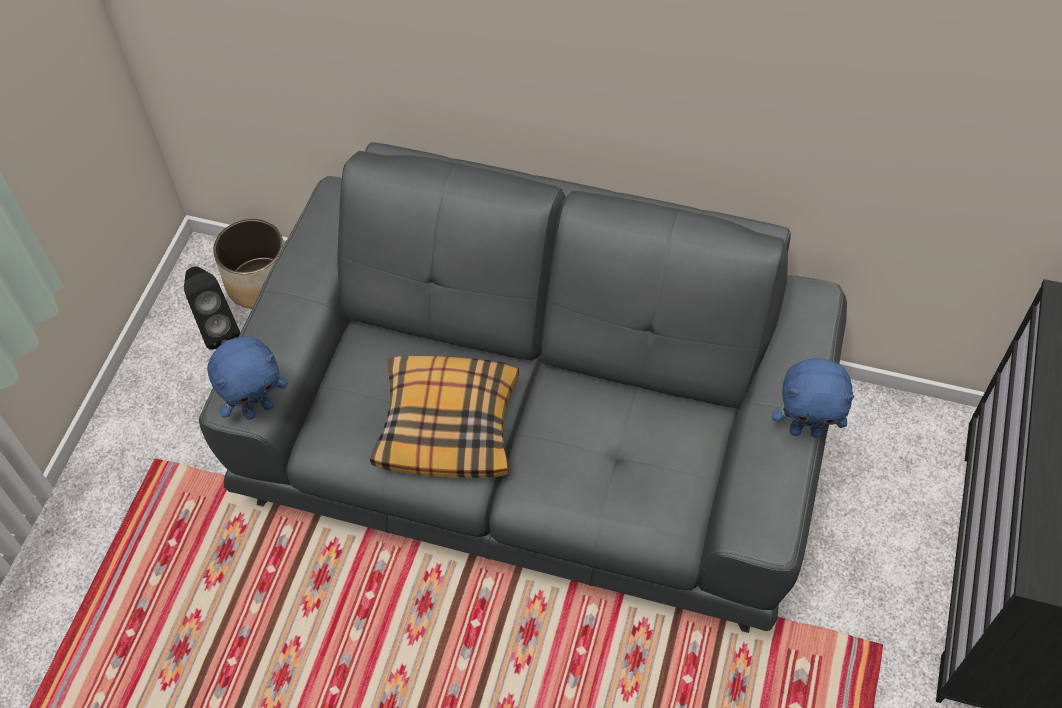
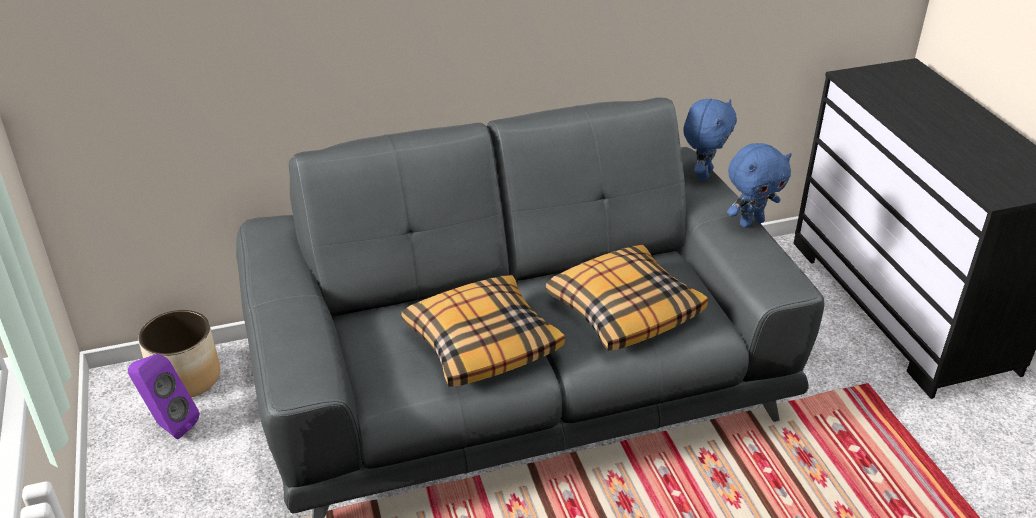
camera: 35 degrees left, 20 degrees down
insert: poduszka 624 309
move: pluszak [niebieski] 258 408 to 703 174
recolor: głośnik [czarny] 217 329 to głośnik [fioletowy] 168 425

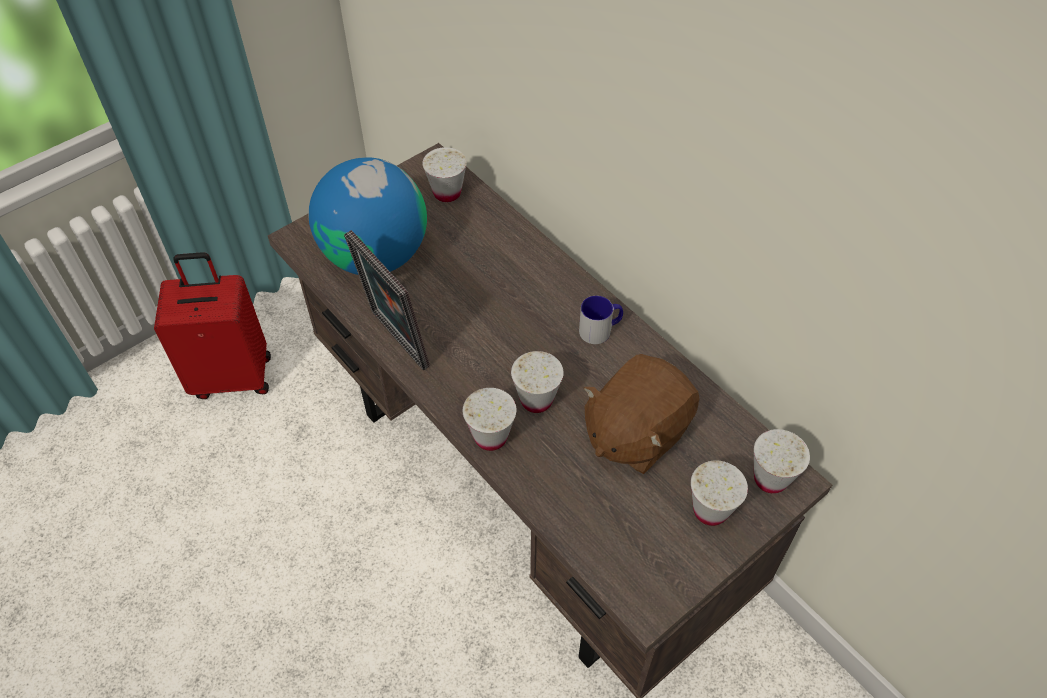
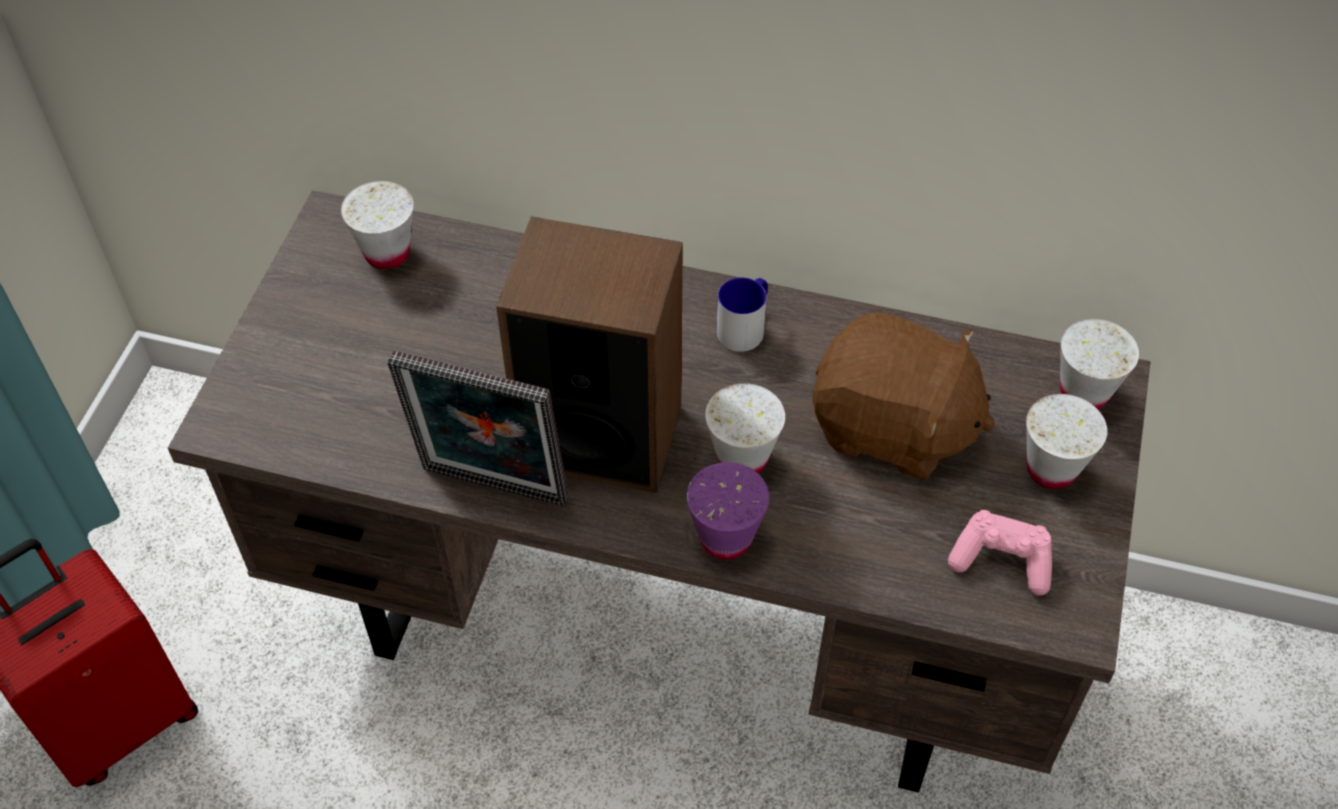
camera: 35 degrees left, 0 degrees up
delete: globus 375 255
insert: głośnik 600 434; pad do gier [różowy] 1001 560
recolor: filiżanka [biały] 490 437 to filiżanka [fioletowy] 725 538
rotate: pluszak [brązowy] 635 432 = 892 428 75 degrees counterclockwise

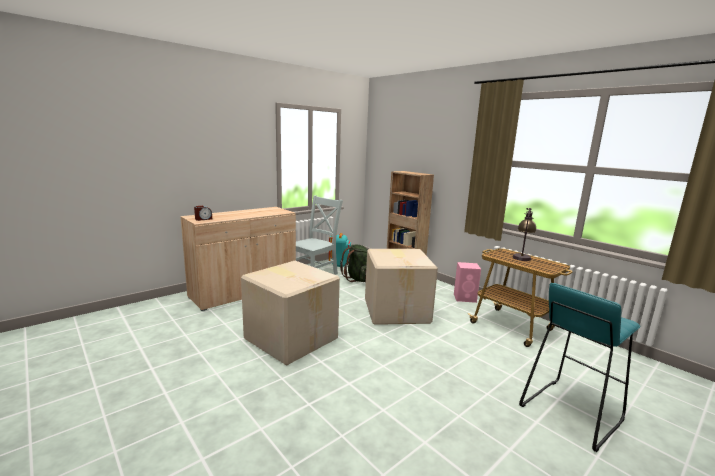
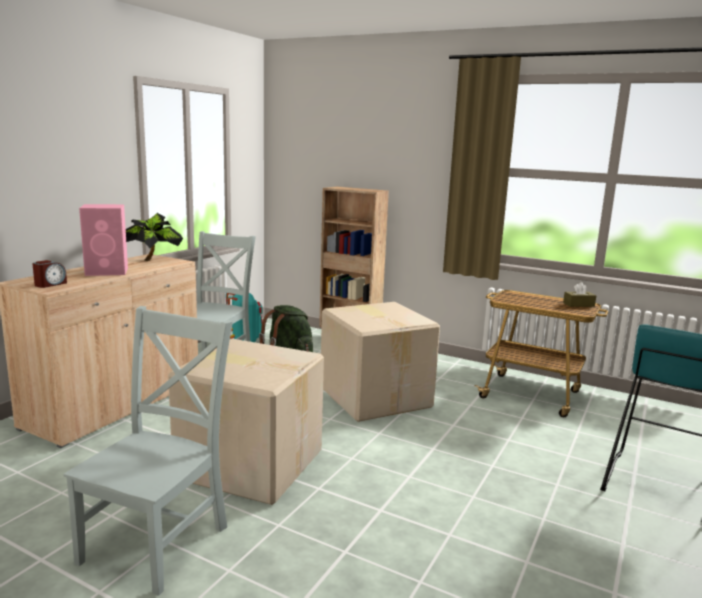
camera: 20 degrees left, 0 degrees up
delete: lampa stołowa 522 256
insert: roślina doniczkowa 154 259; pudełko chusteczek [brązowy] 578 304; krzesło [szary] 159 541
move: głośnik [różowy] 465 298 to 108 271

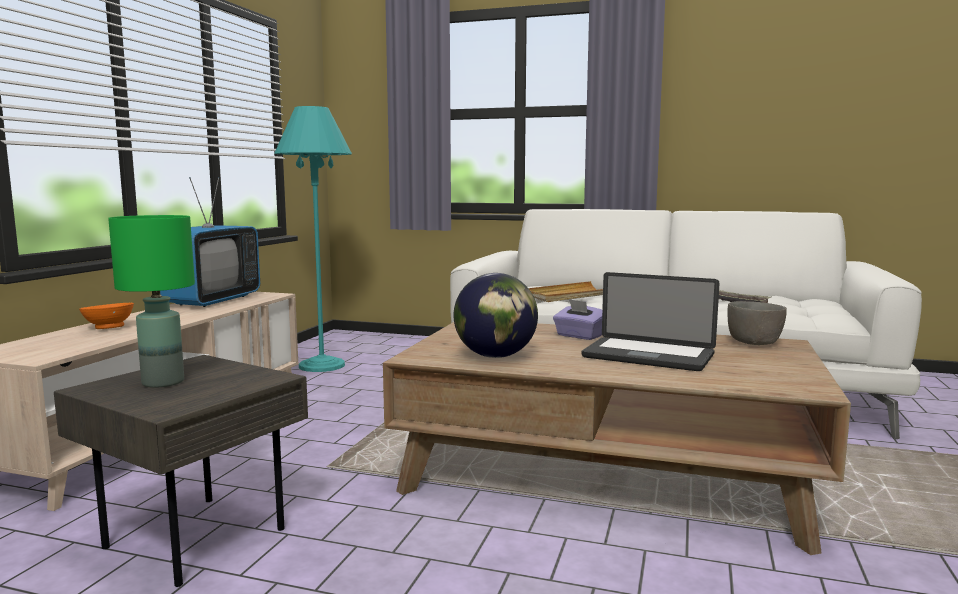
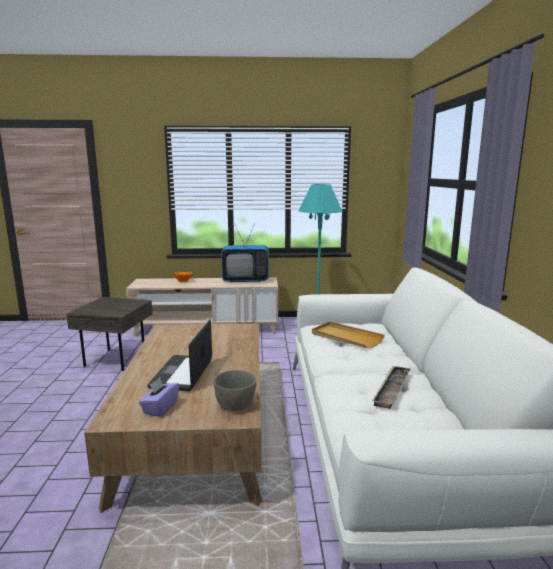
camera: 70 degrees right, 5 degrees up
delete: lampa stołowa [zielony] 163 382; globus 495 356
move: pudełko chusteczek [fioletowy] 579 336 to 160 408

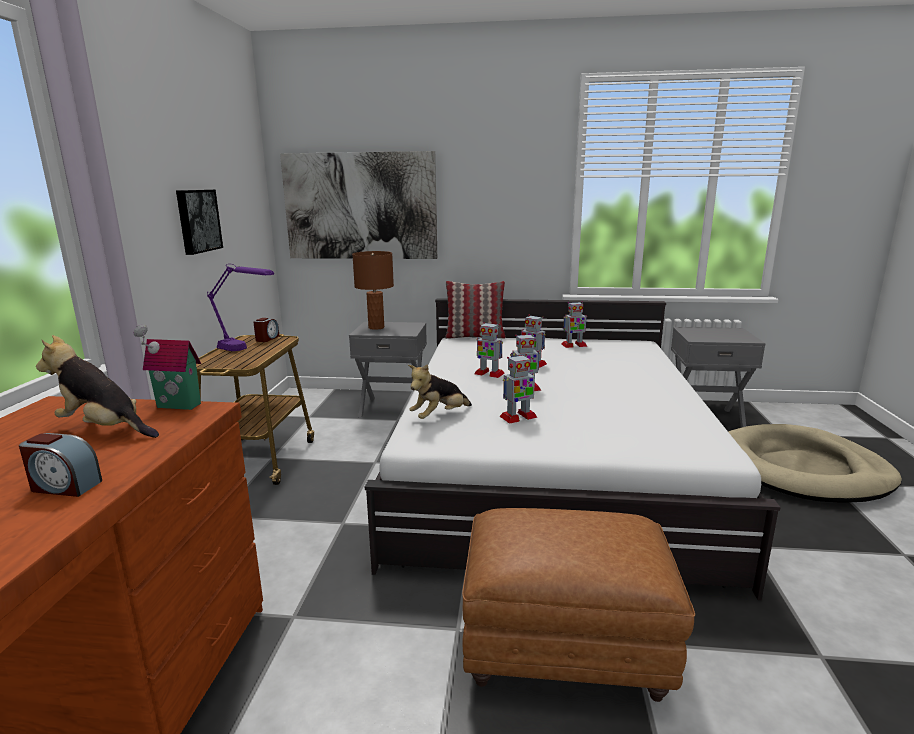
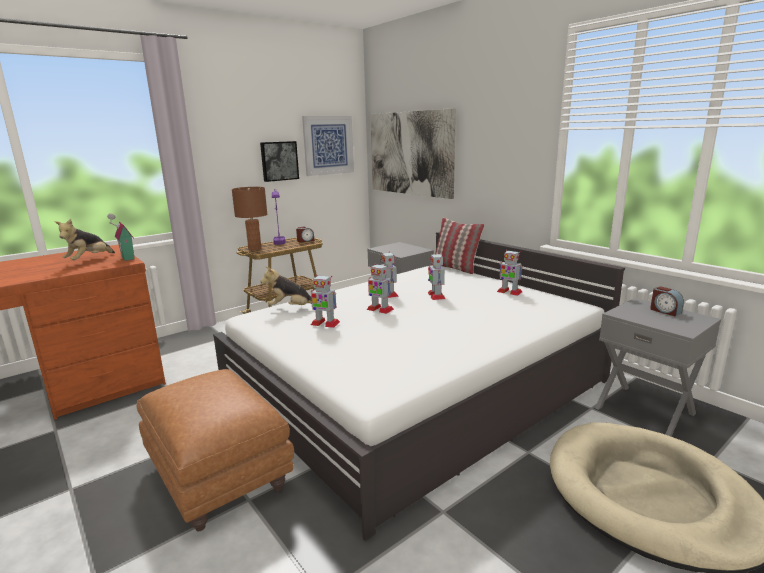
camera: 45 degrees right, 0 degrees up
insert: obraz 328 145
move: lampa stołowa [brązowy] 376 327 to 255 248; budzik 65 486 to 665 311
rotate: pluszak 104 429 = 89 260 135 degrees counterclockwise

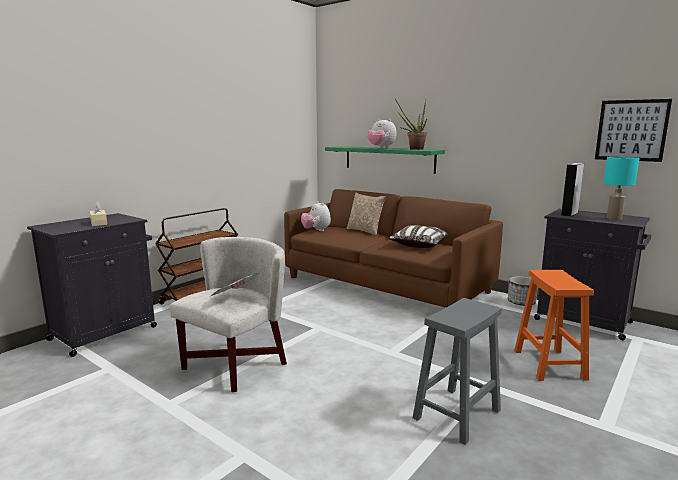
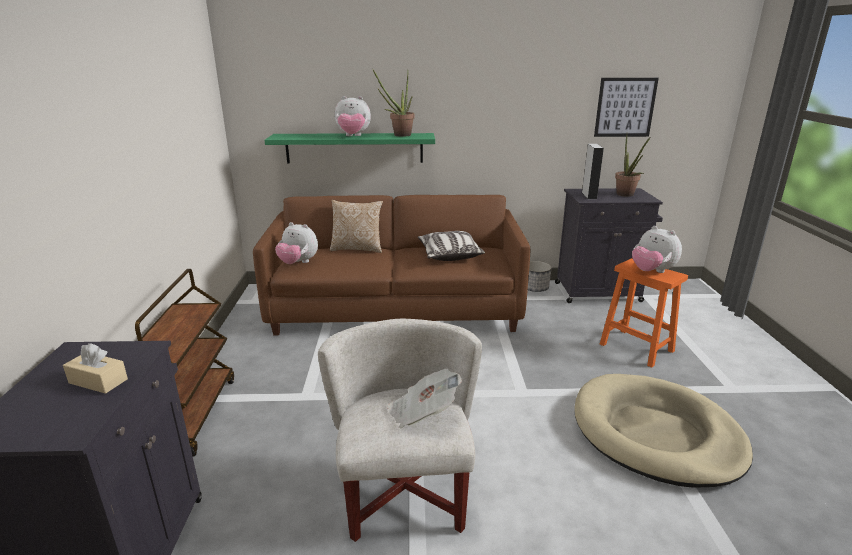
camera: 40 degrees left, 10 degrees up
insert: pluszak 652 271
replace: lampa stołowa [turkusowy] 613 218 to roślina doniczkowa 626 195; stołek [szary] 456 415 to legowisko [beżowy] 656 433

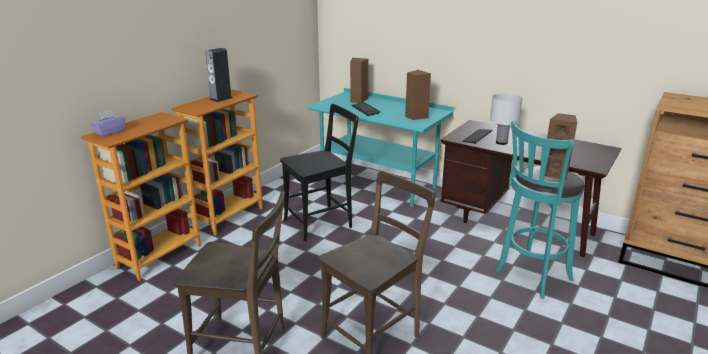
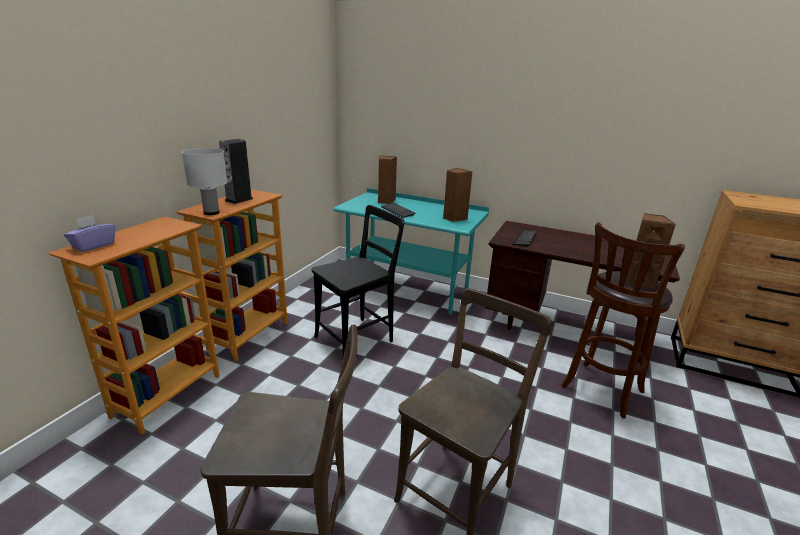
camera: 10 degrees left, 0 degrees up
move: lampa stołowa [biały] 501 142 to 211 212
recolor: stołek [turkusowy] 531 277 to stołek [brązowy] 600 391

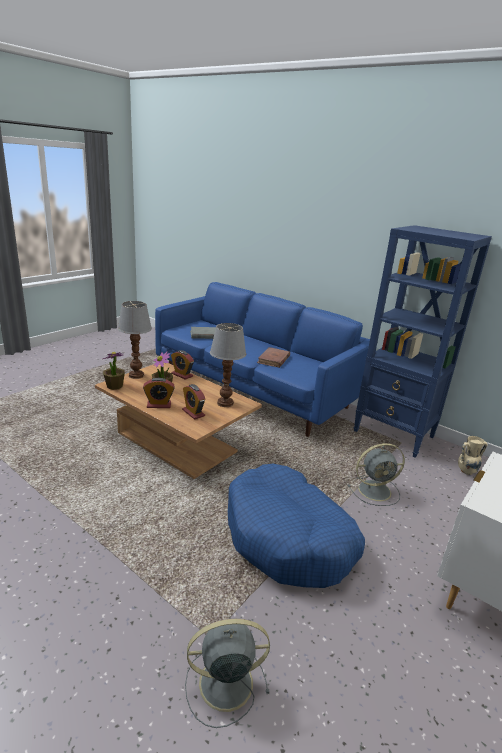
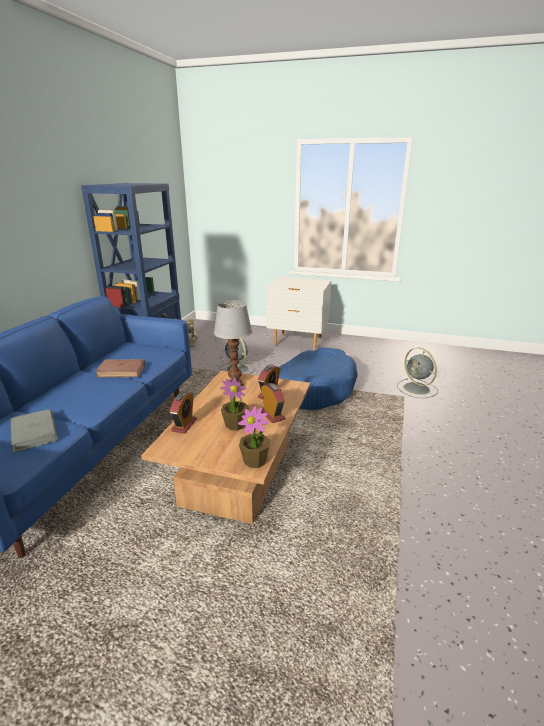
camera: 110 degrees left, 0 degrees up
delete: lampa stołowa 136 375

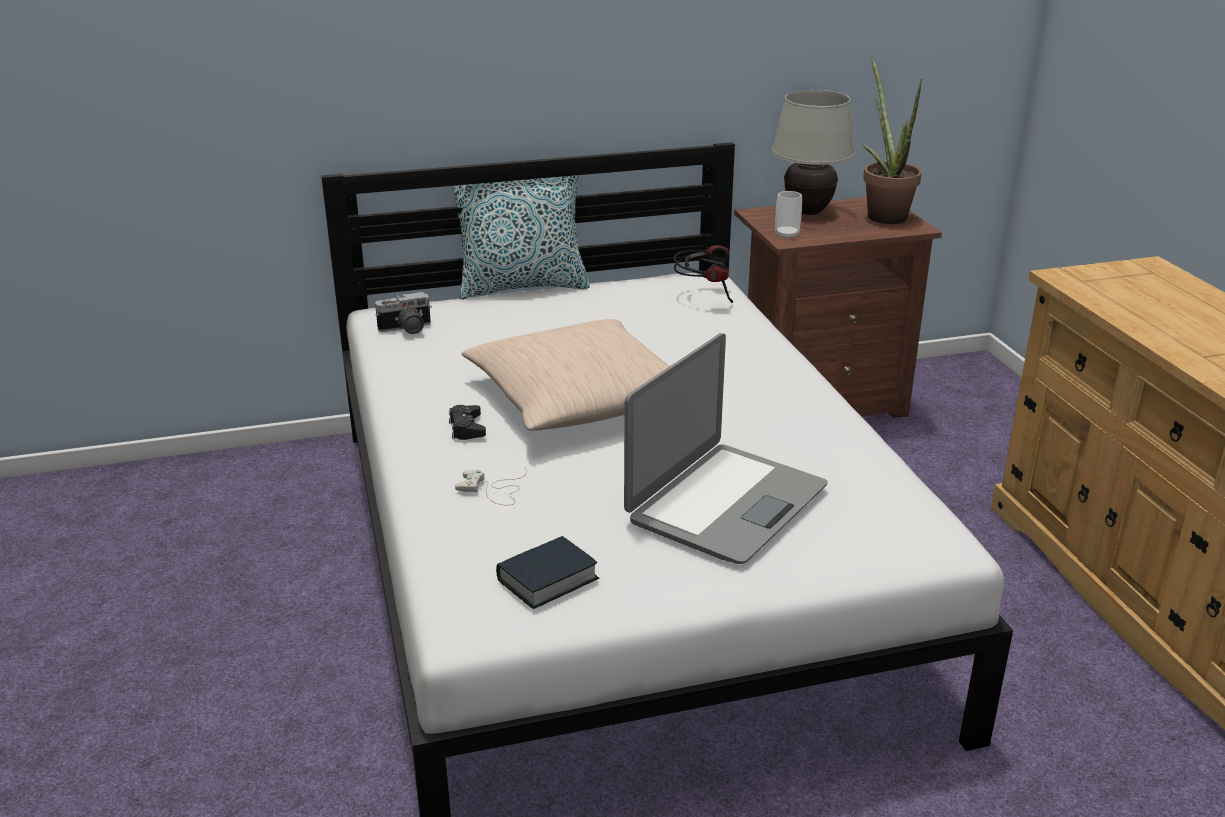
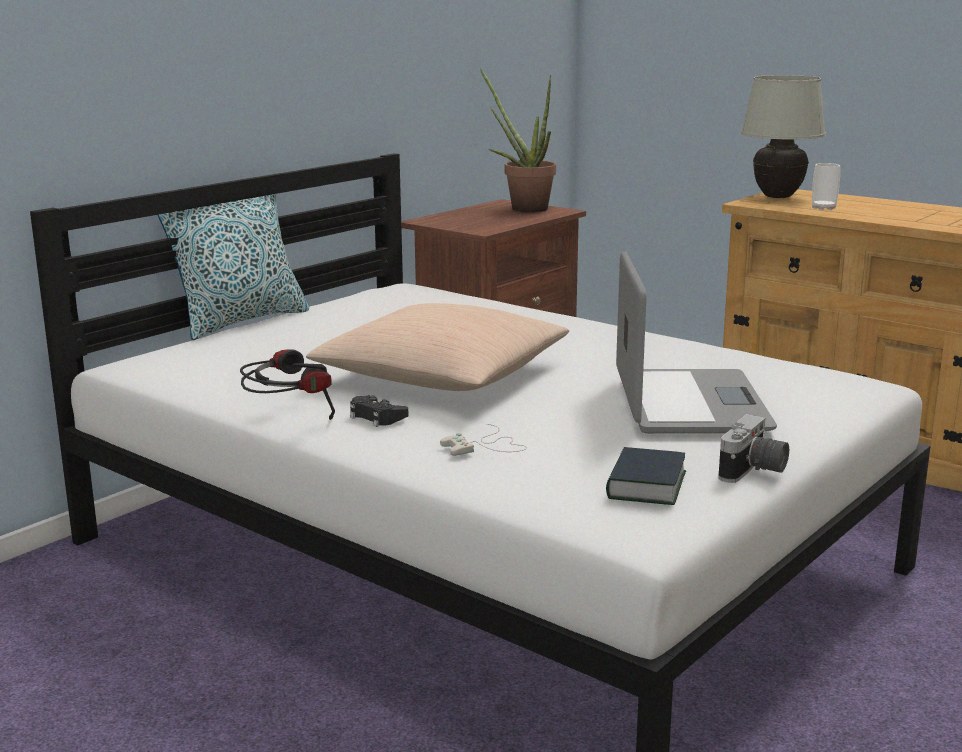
camera: 35 degrees left, 10 degrees down
move: lampa stołowa [biały] 807 212 to 777 197; filiżanka 786 235 to 823 208; słuchawki 703 296 to 286 421; aparat fotograficzny 406 330 to 754 471

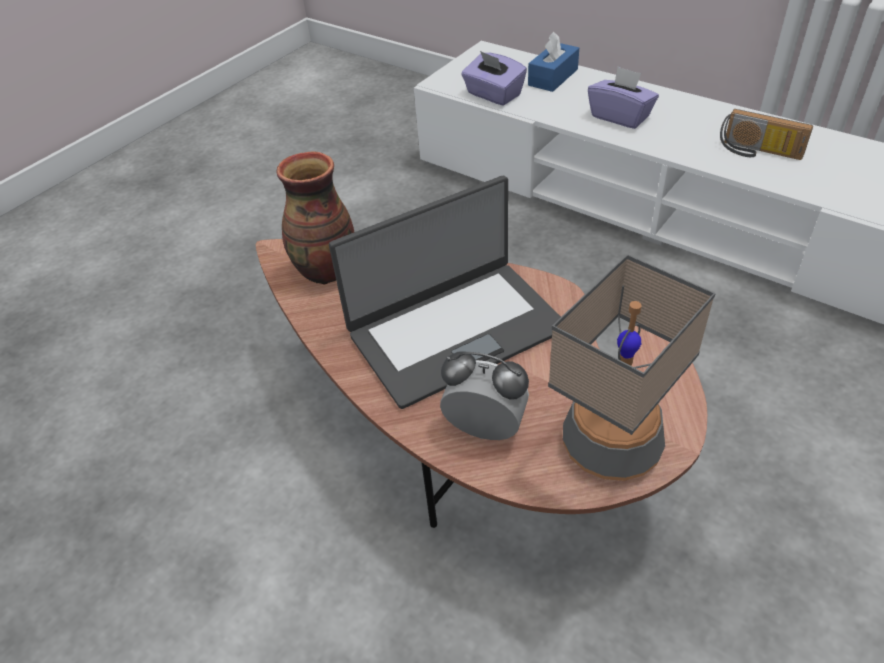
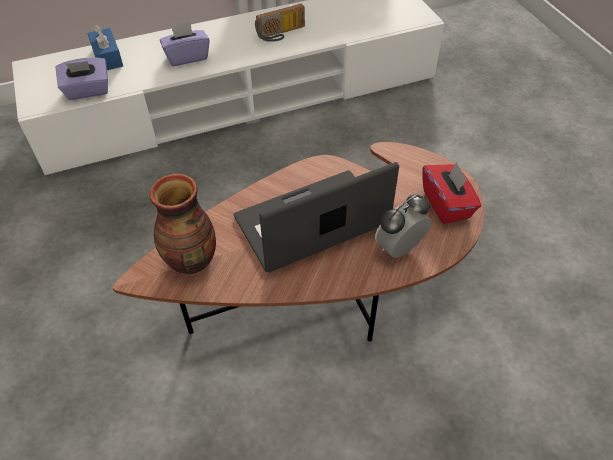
camera: 60 degrees left, 5 degrees up
replace: lampa stołowa 612 444 to pudełko chusteczek [czerwony] 447 204
rotate: laptop 455 330 = 312 223 120 degrees counterclockwise

